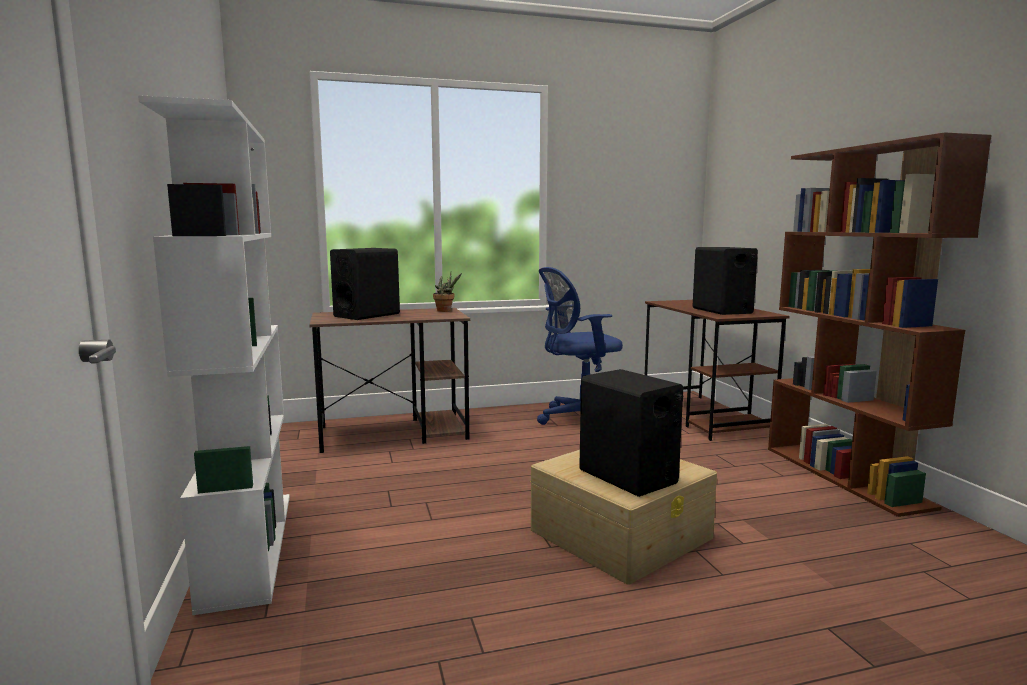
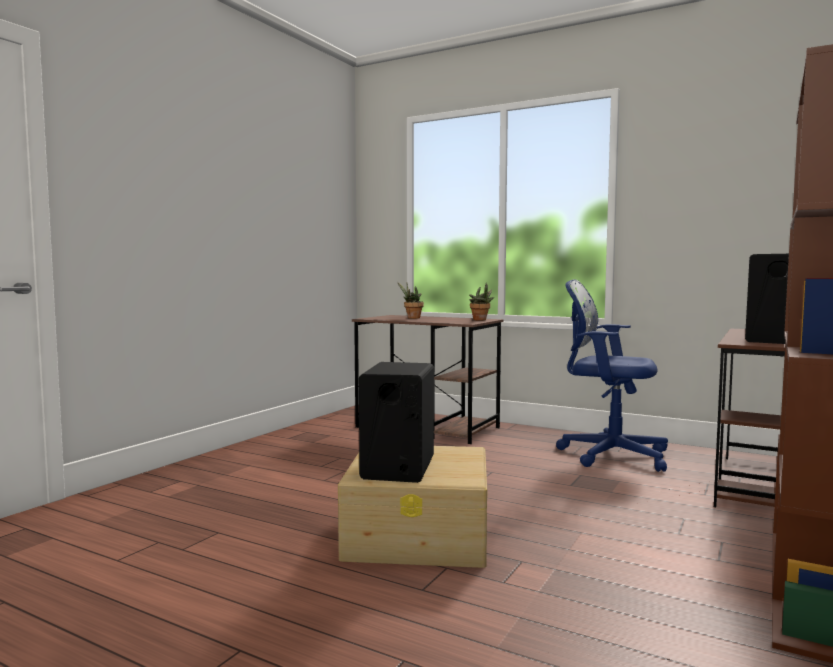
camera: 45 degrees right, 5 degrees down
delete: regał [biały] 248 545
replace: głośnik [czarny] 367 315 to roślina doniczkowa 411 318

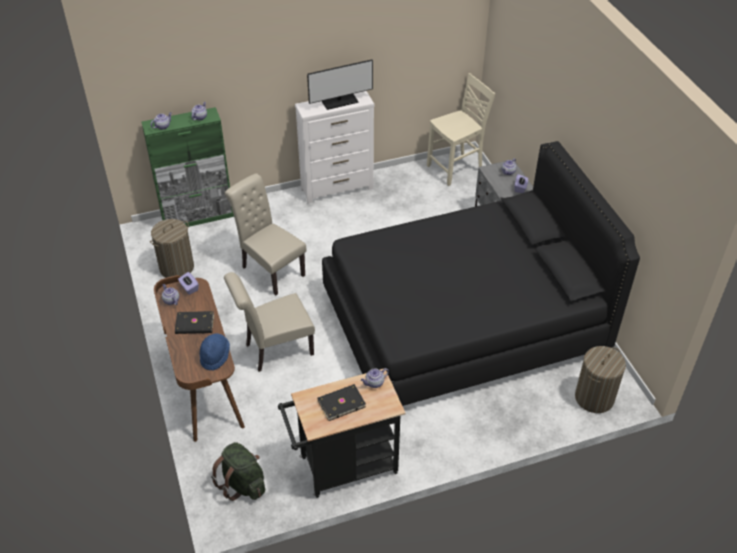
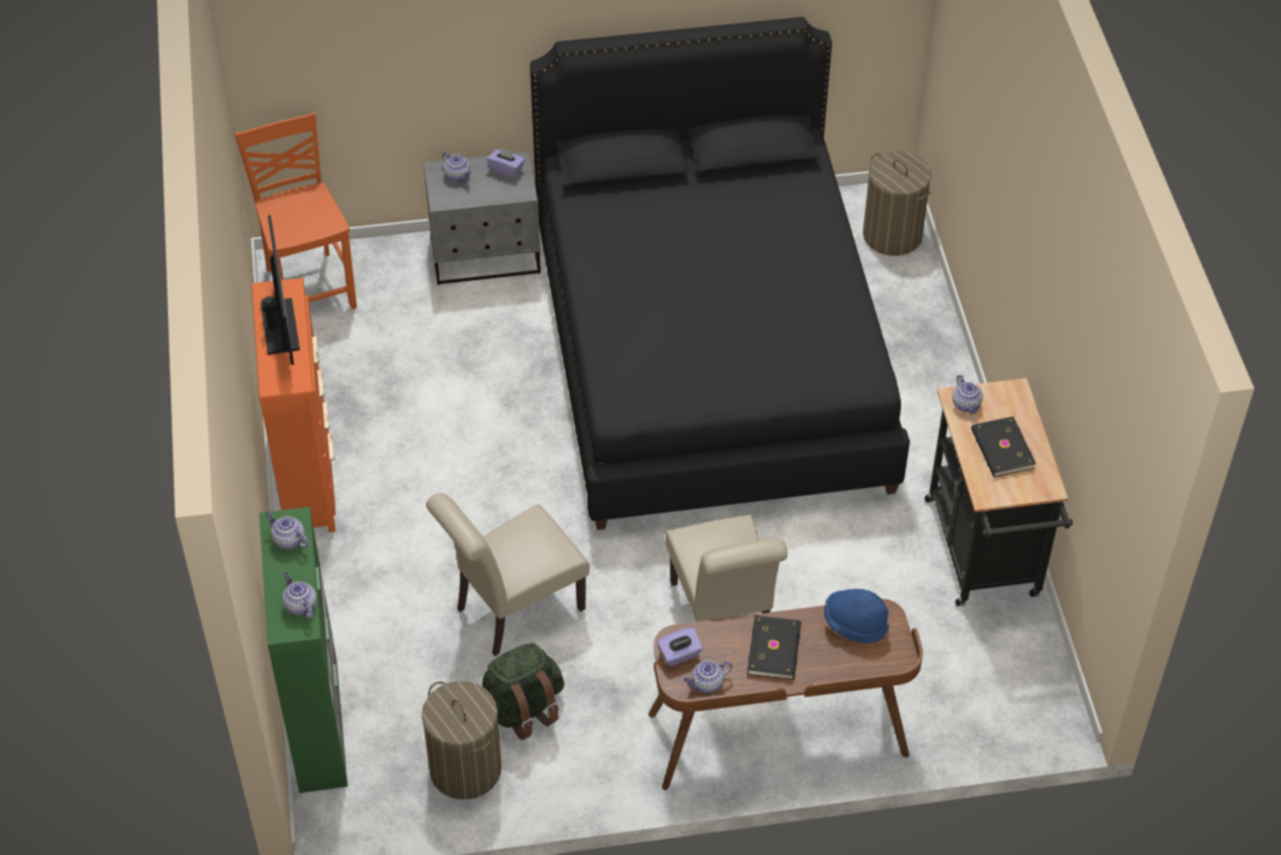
camera: 80 degrees left, 5 degrees up
move: plecak [zielony] 242 484 to 521 709
recolor: krzesło [beżowy] 456 168 to krzesło [pomarańczowy] 309 287; komoda [biały] 338 188 to komoda [pomarańczowy] 306 477

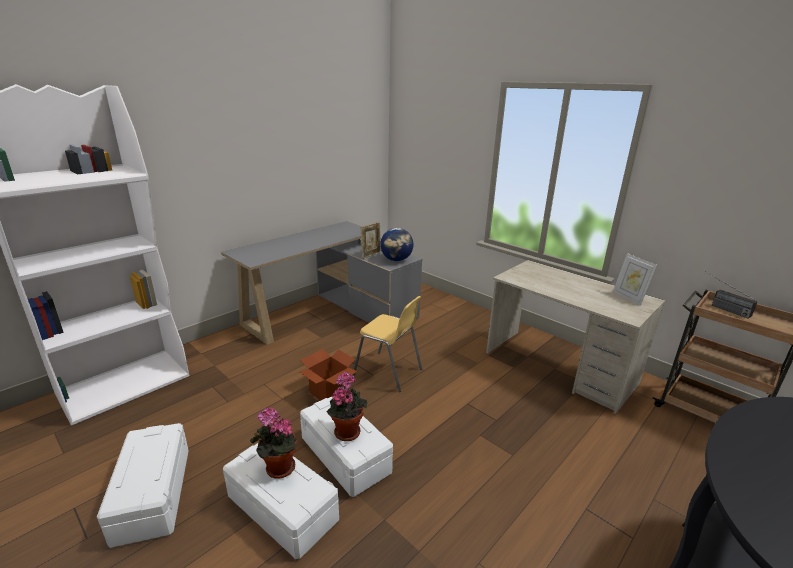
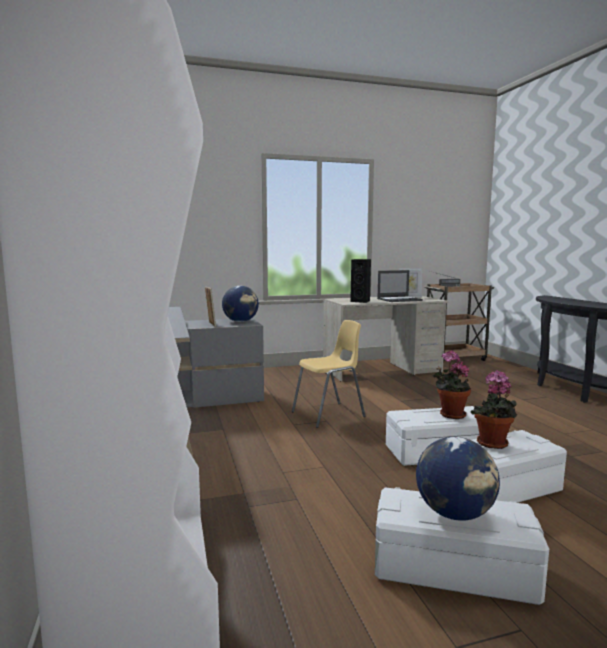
camera: 60 degrees left, 15 degrees down
delete: karton 329 392
insert: głośnik [czarny] 361 301; laptop 399 299; globus 455 514

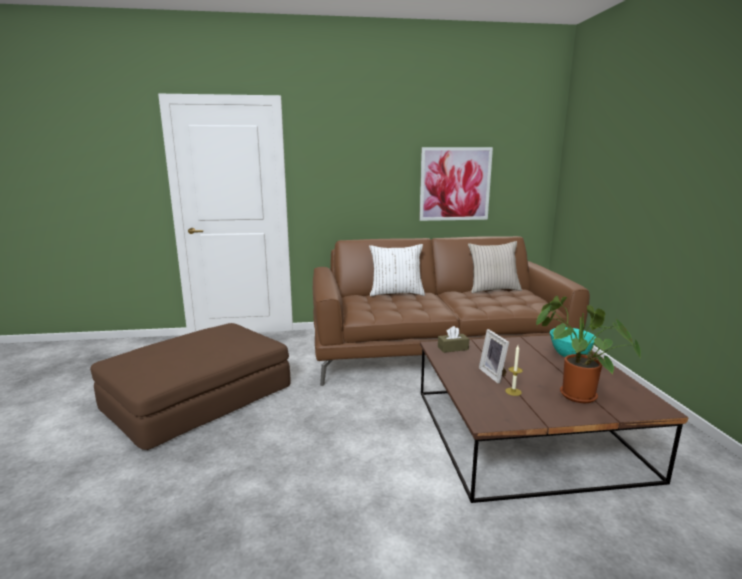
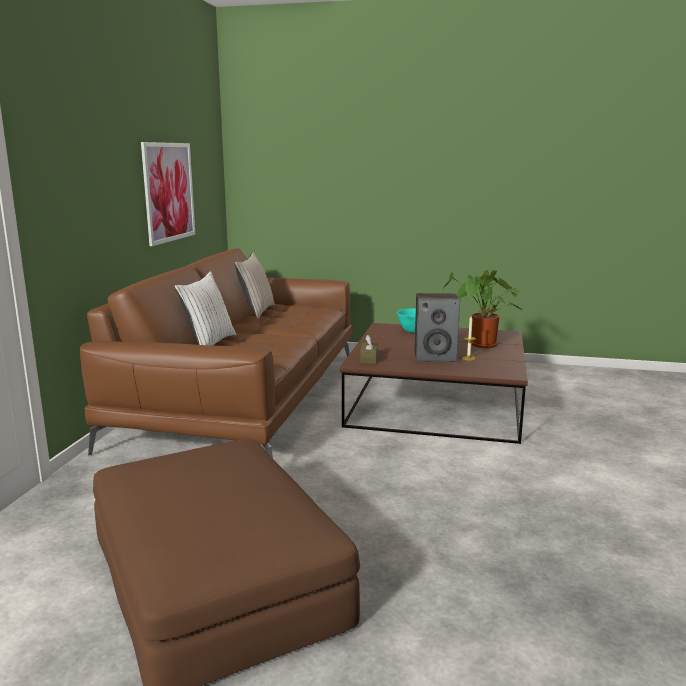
camera: 70 degrees left, 0 degrees up
replace: ramka na zdjęcie 494 374 to głośnik 435 357

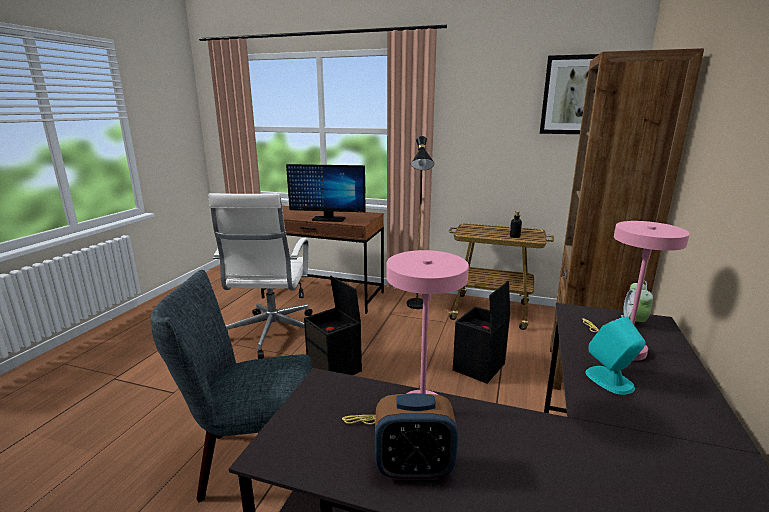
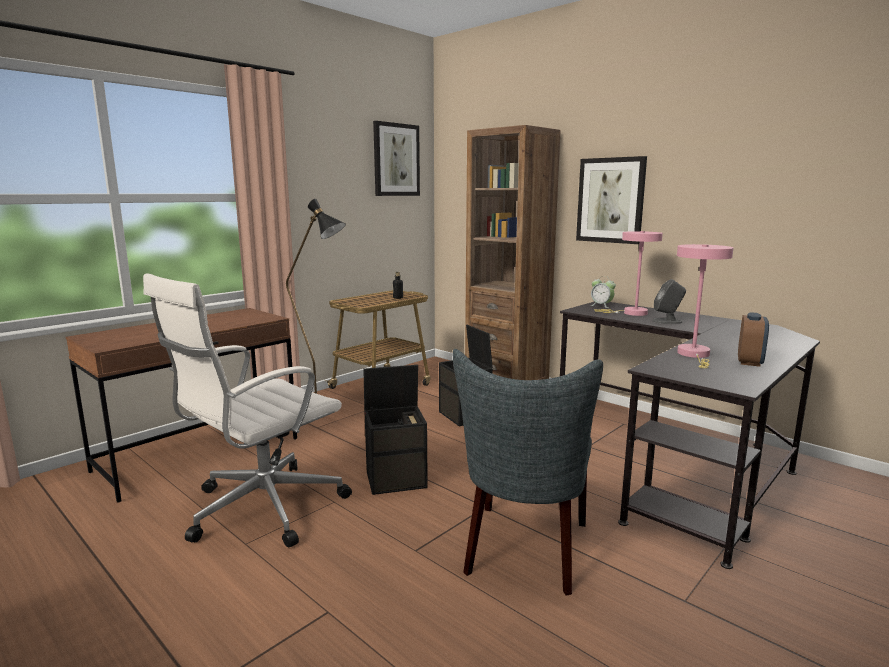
camera: 65 degrees left, 5 degrees down
delete: monitor 328 219
insert: obraz 610 200
recolor: głośnik [turkusowy] 610 380 to głośnik [szary] 667 321
rotate: krzesło biurowe [biały] 272 335 = 261 508 105 degrees clockwise

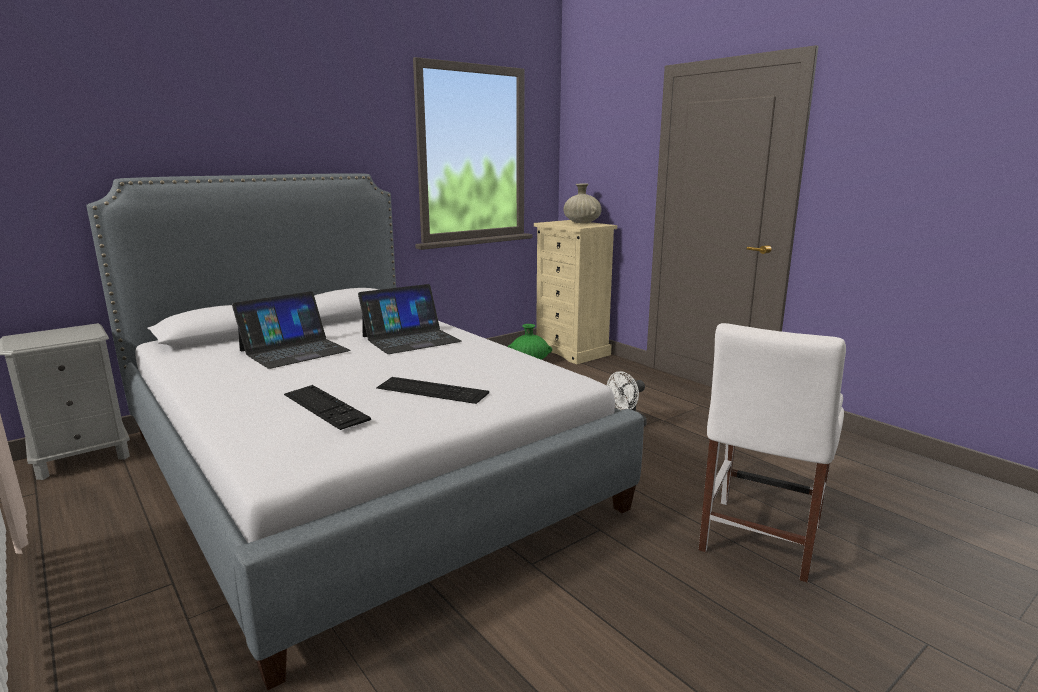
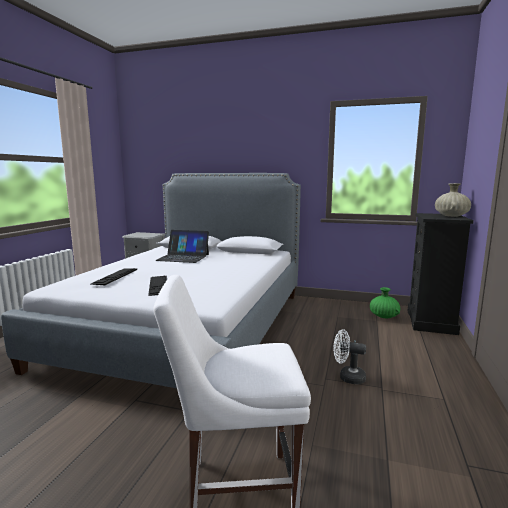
camera: 55 degrees right, 5 degrees down
delete: laptop 410 339
recolor: komoda [beżowy] 572 352 to komoda [czarny] 431 322

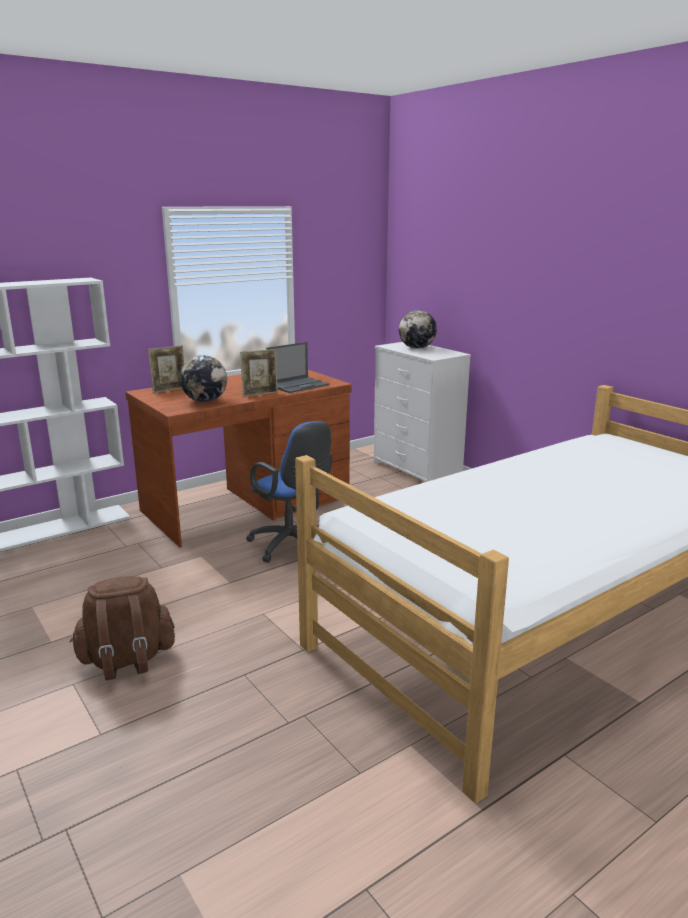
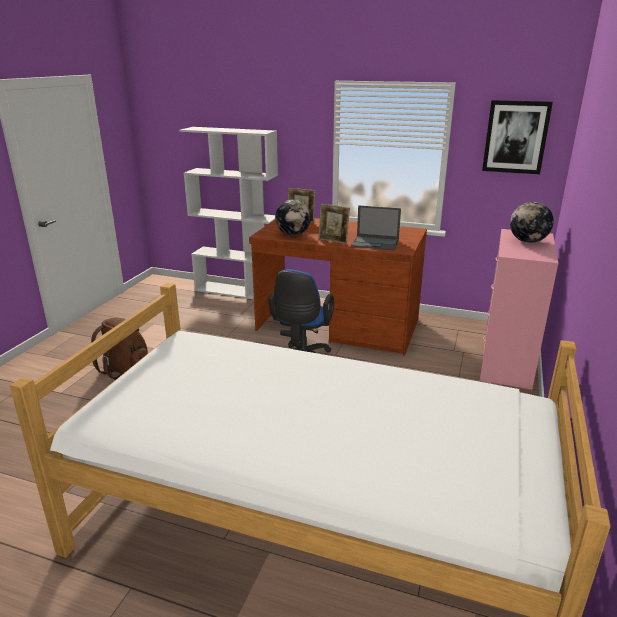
camera: 55 degrees right, 5 degrees up
insert: obraz 516 137
recolor: komoda [biały] 417 470 to komoda [różowy] 506 363

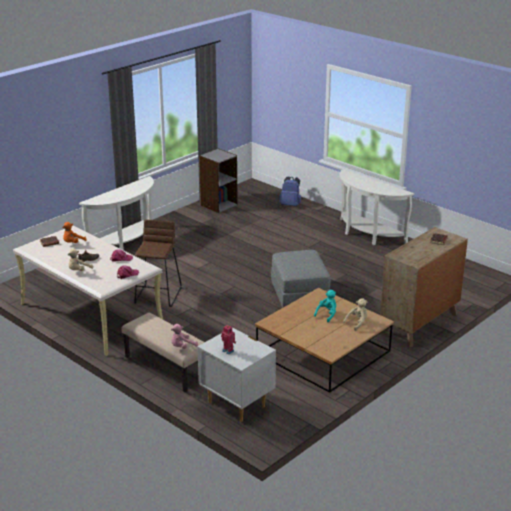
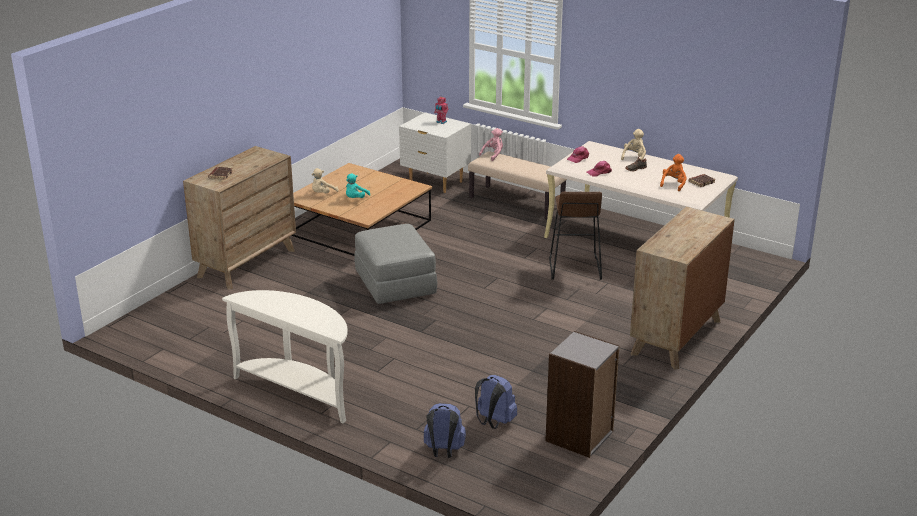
camera: 170 degrees right, 0 degrees up
insert: plecak [niebieski] 494 422
replace: stolik konsolowy [biały] 126 244 to komoda [brązowy] 676 337

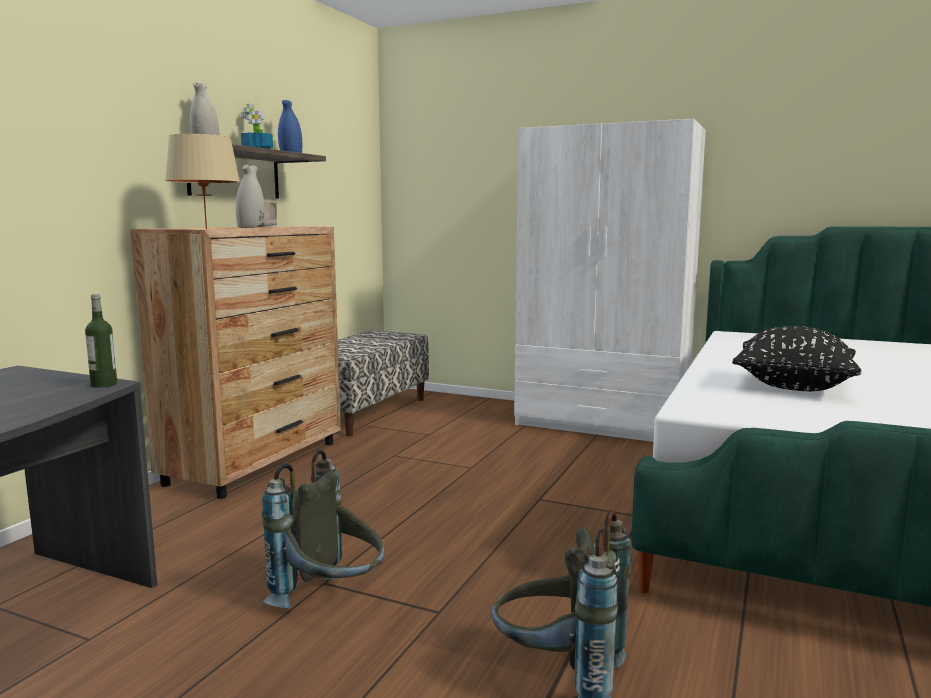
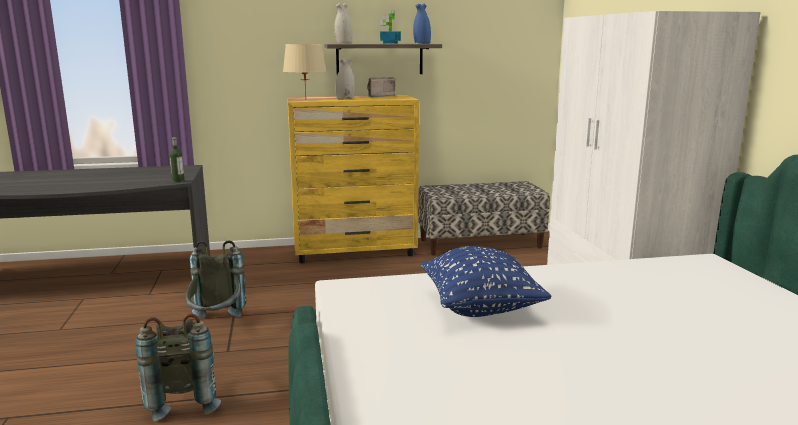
camera: 55 degrees right, 5 degrees up
recolor: komoda [brązowy] 256 462 to komoda [żółty] 355 251; poduszka [czarny] 793 386 to poduszka [niebieski] 480 307

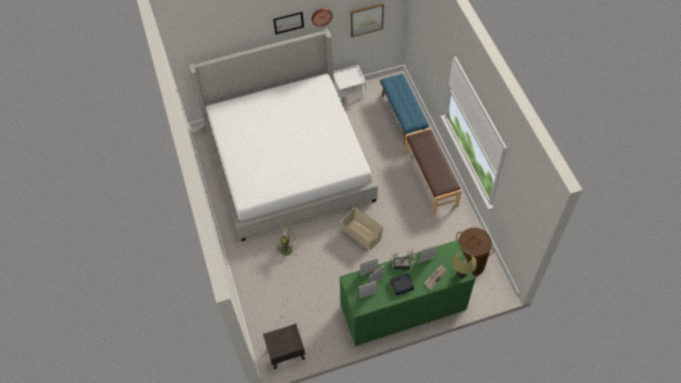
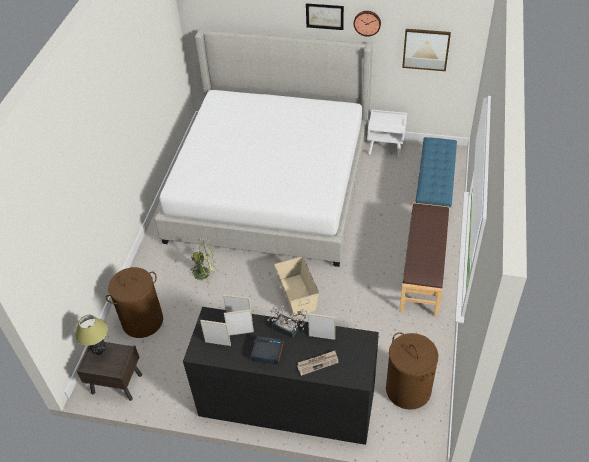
camera: 30 degrees right, 10 degrees down
insert: kosz na pranie [brązowy] 142 321
move: lampa stołowa 461 275 to 100 351
recolor: komoda [zielony] 403 308 to komoda [czarny] 286 402

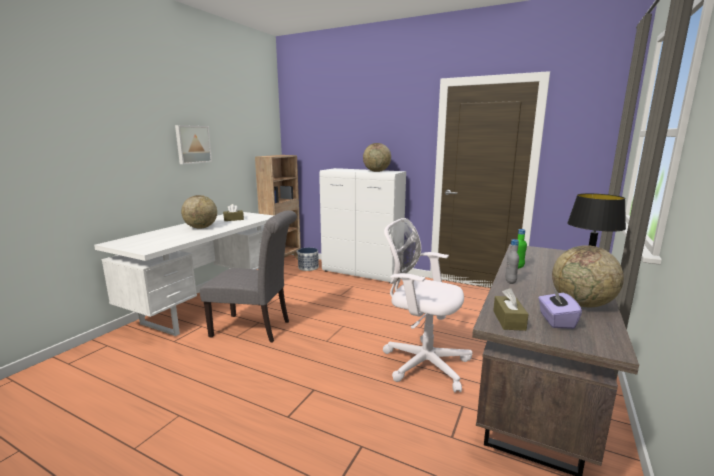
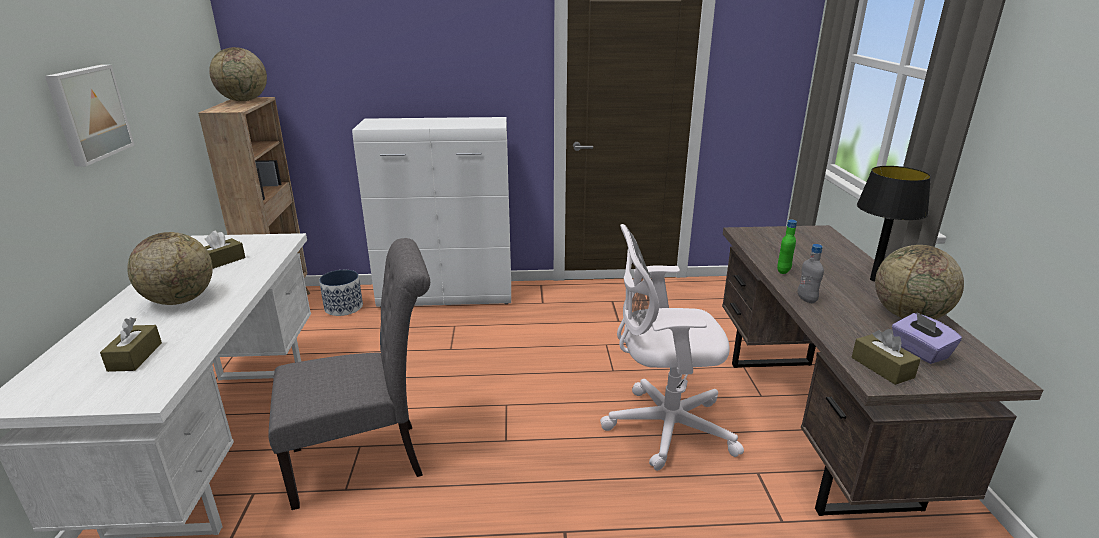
camera: 30 degrees left, 10 degrees up
insert: pudełko chusteczek [brązowy] 135 357
move: globus 376 171 to 244 100

